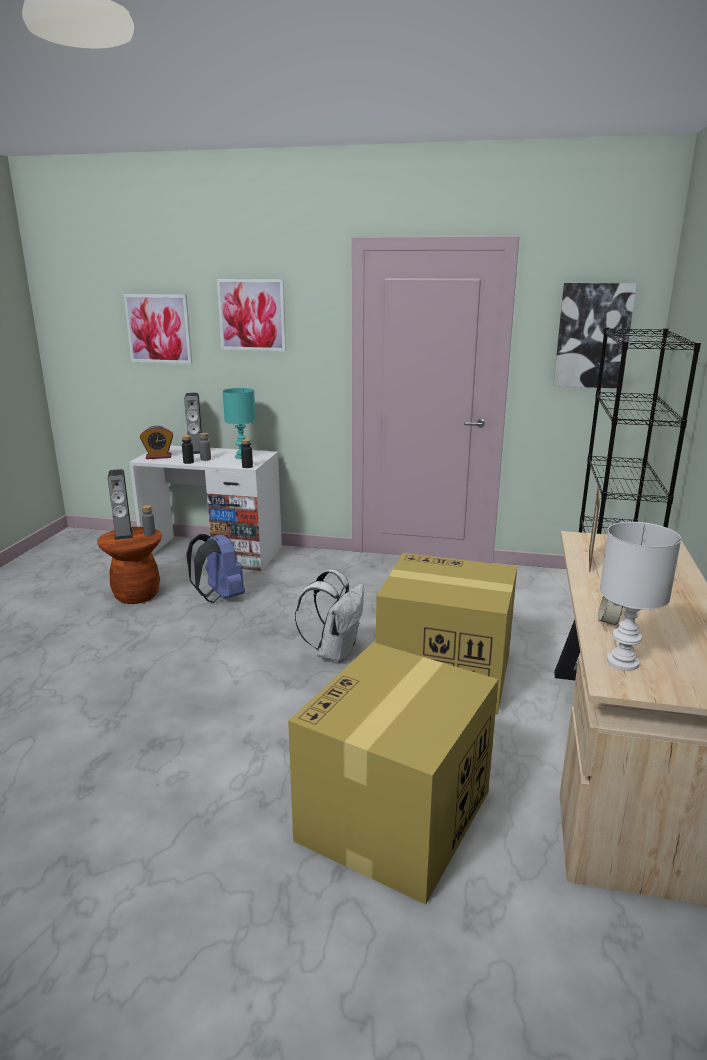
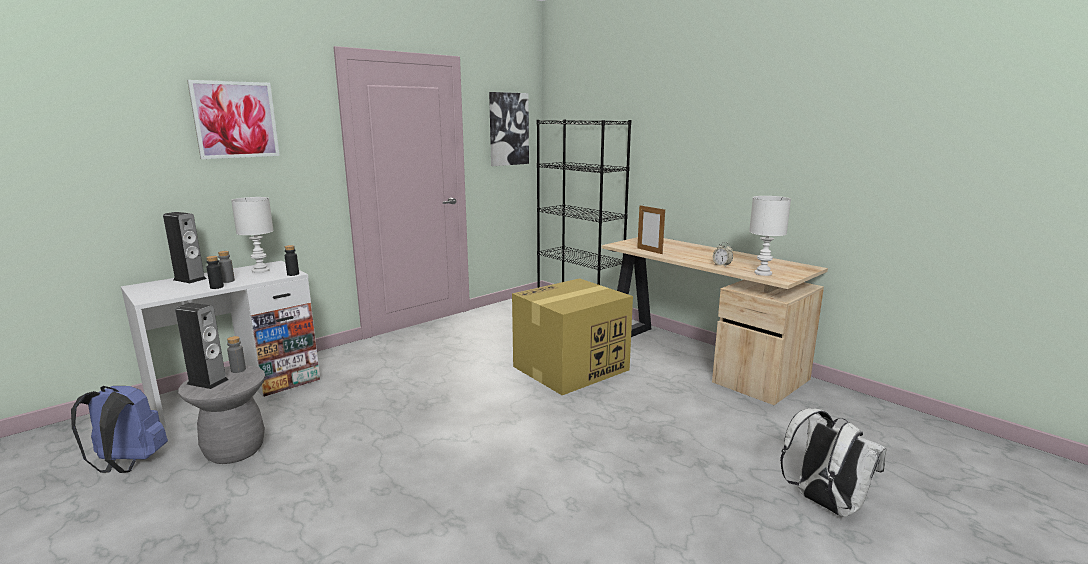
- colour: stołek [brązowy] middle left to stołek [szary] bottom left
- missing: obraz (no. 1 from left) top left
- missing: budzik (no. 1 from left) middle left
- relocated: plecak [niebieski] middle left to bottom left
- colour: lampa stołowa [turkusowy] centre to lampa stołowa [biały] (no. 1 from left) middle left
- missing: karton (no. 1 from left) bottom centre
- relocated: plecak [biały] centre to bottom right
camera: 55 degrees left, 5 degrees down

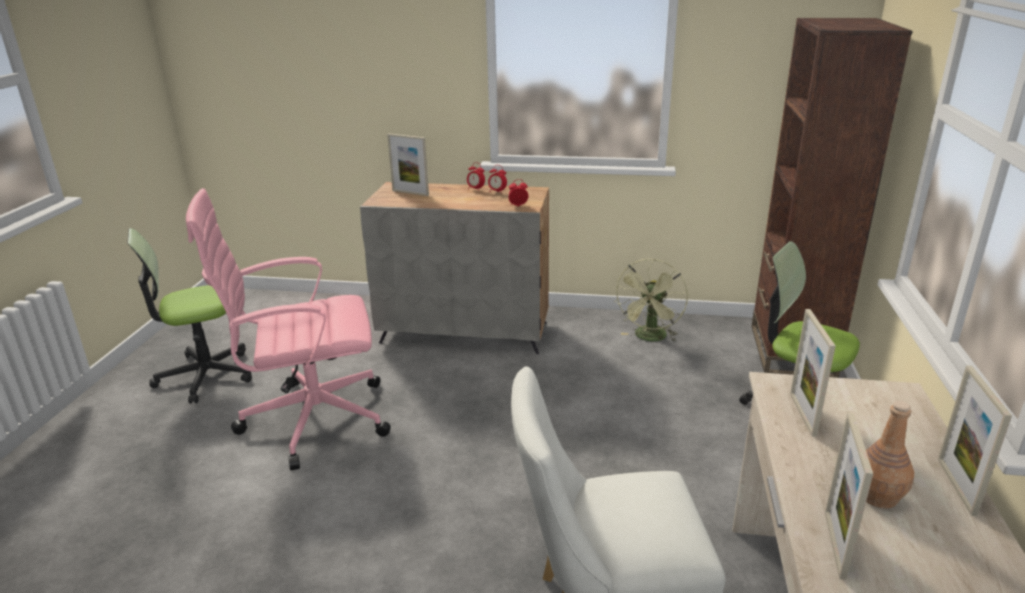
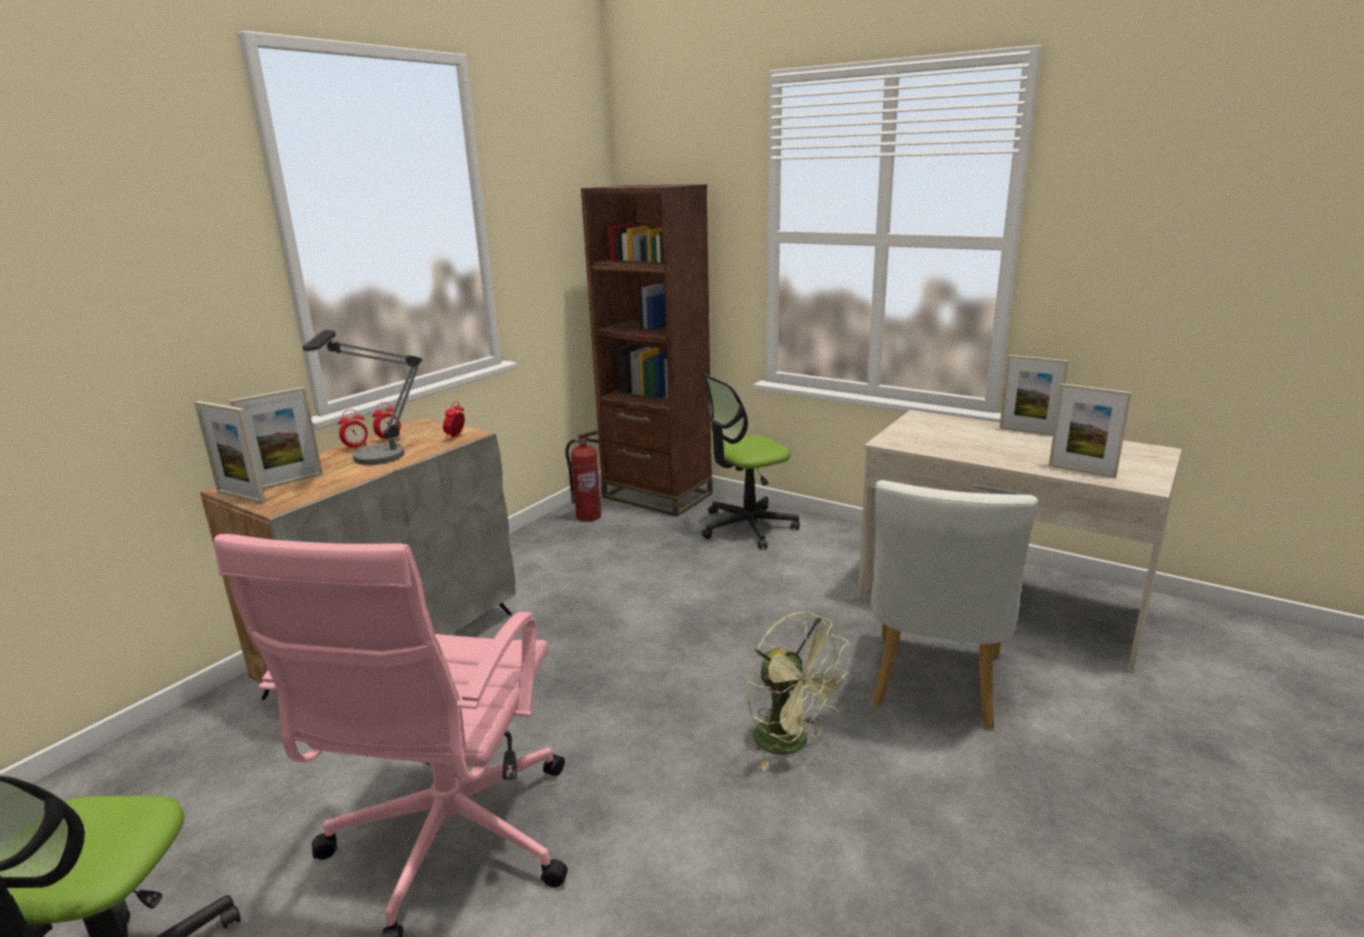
- relocated: wentylator [zielony] centre to bottom centre
- relocated: ramka na zdjęcie (no. 2 from left in the first image) middle right to ramka na zdjęcie (no. 1 from left) middle left
- missing: butelka [brązowy] bottom right
- appeared: lampa stołowa middle left
- appeared: gaśnica centre
camera: 65 degrees left, 5 degrees down

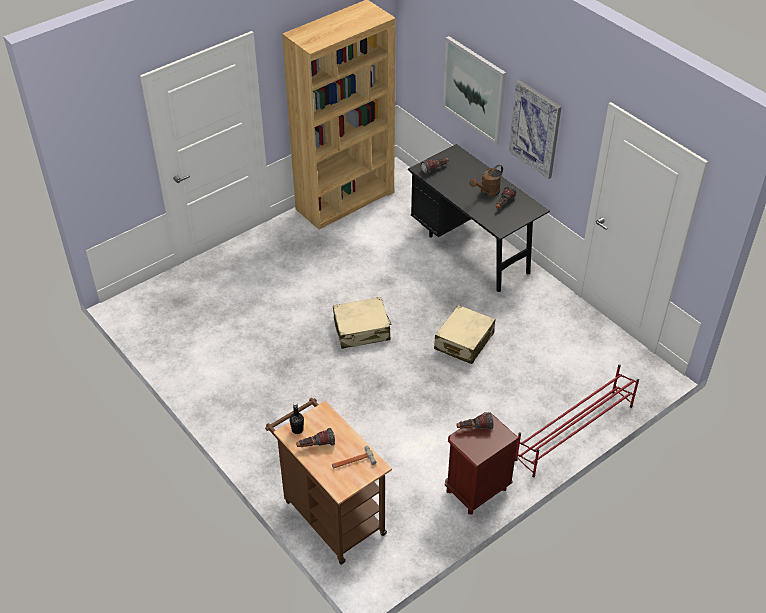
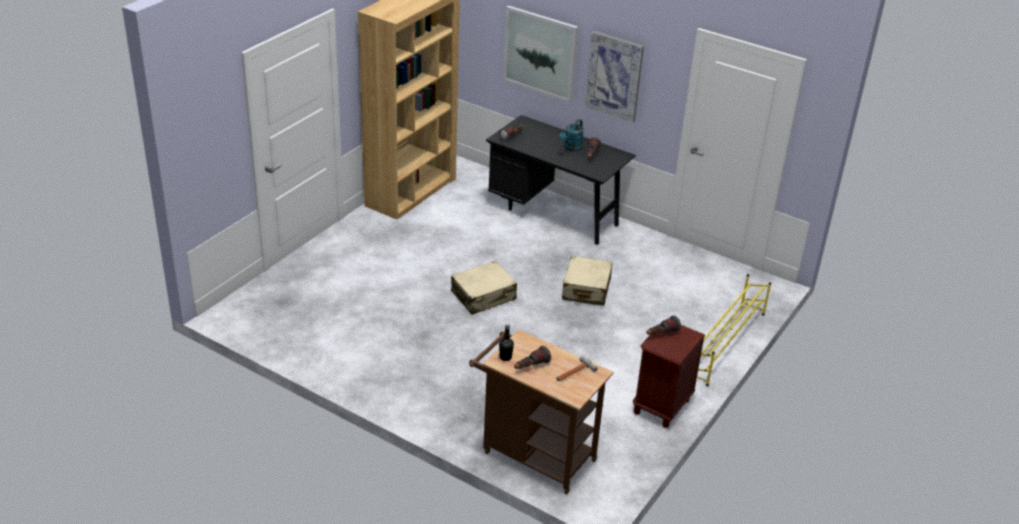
- colour: konewka [brązowy] top centre to konewka [turkusowy] top centre
- colour: regał na buty [czerwony] bottom right to regał na buty [żółty] middle right
camera: 20 degrees left, 10 degrees down

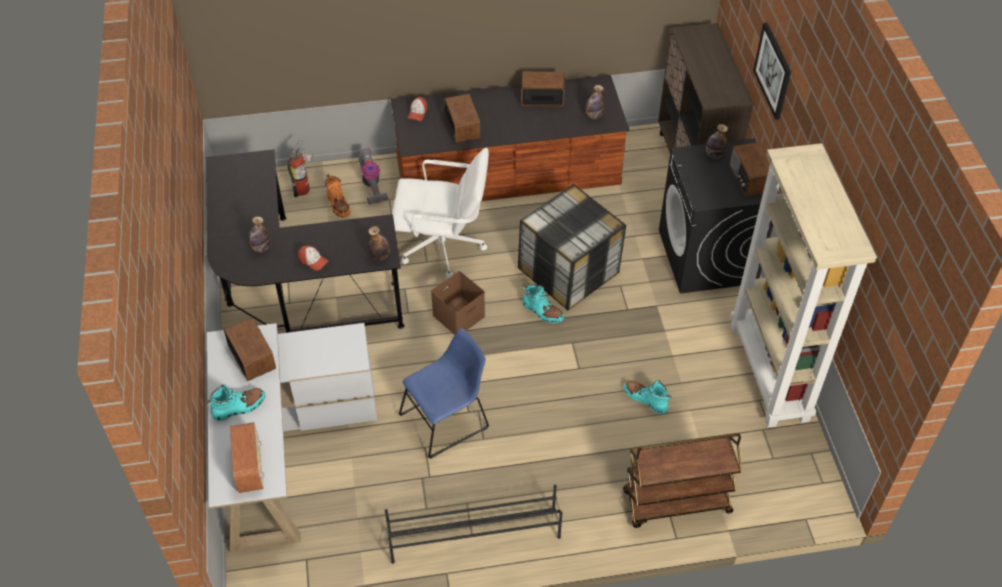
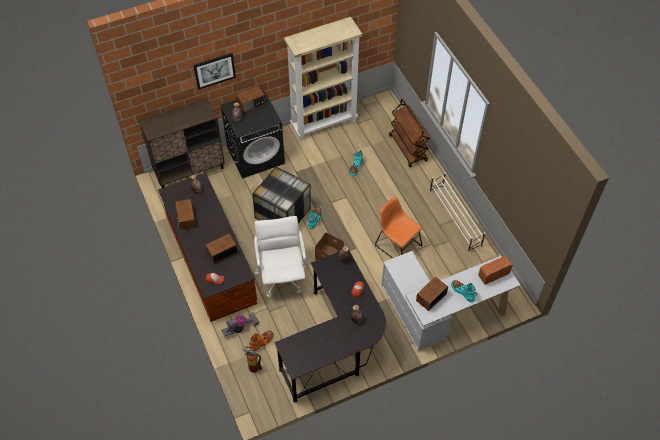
- colour: regał na buty [czarny] bottom centre to regał na buty [biały] middle right
- colour: krzesło [niebieski] bottom centre to krzesło [pomarańczowy] centre
camera: 105 degrees left, 5 degrees up

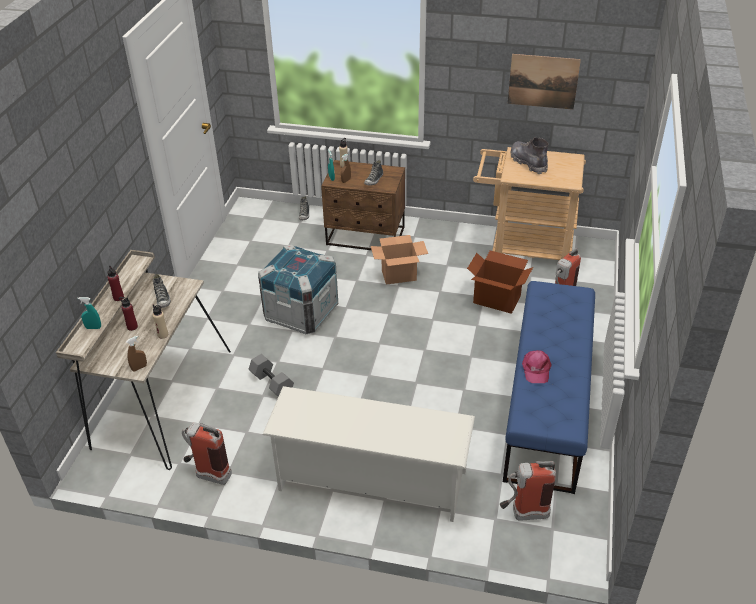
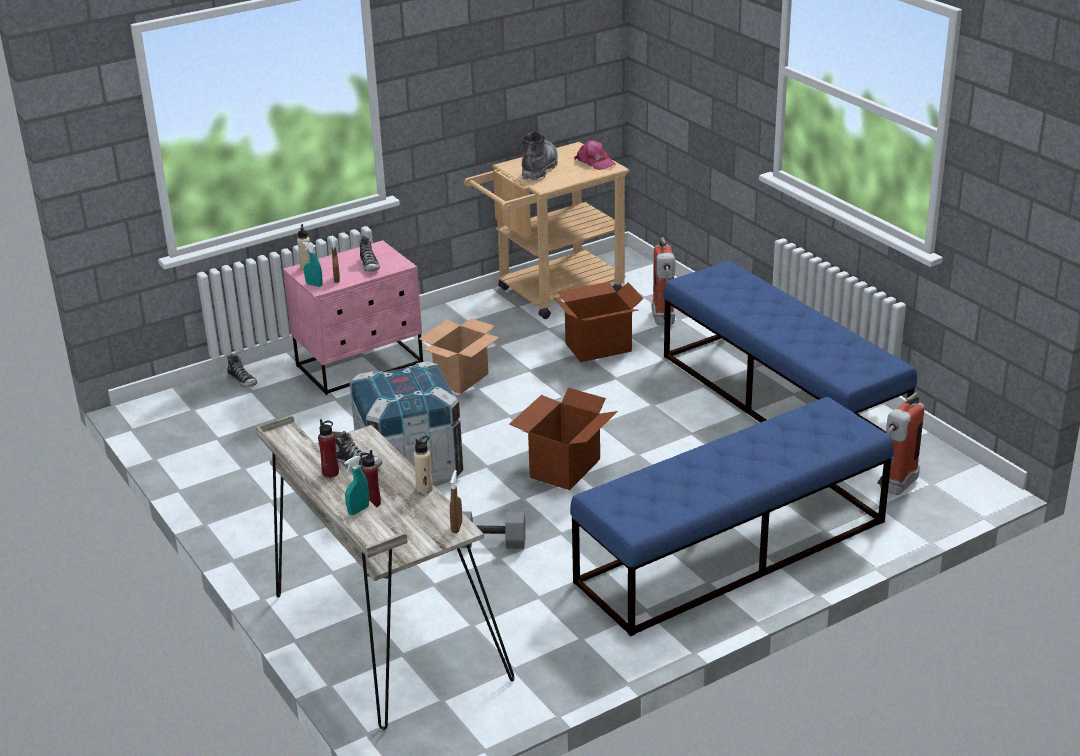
- missing: gaśnica (no. 1 from left) bottom left
- exchanged: regał na buty [biały] bottom centre to ławka [niebieski] (no. 1 from left) bottom right
- colour: szafka nocna [brązowy] centre to szafka nocna [różowy] middle left
- missing: obraz top right
- spun: but z cholewką [szary] top right = top centre 90 degrees clockwise
- relocated: czapka z daszkiem [różowy] middle right to top centre
- appeared: karton (no. 2 from left) centre
camera: 45 degrees left, 10 degrees down

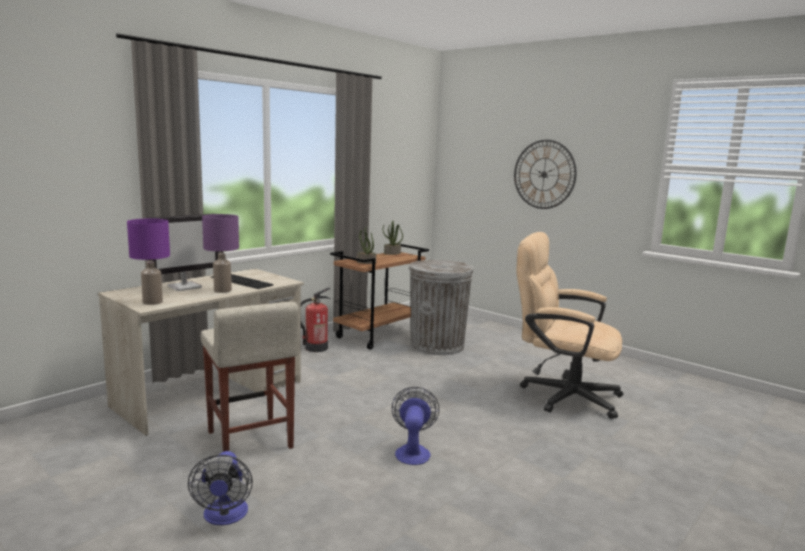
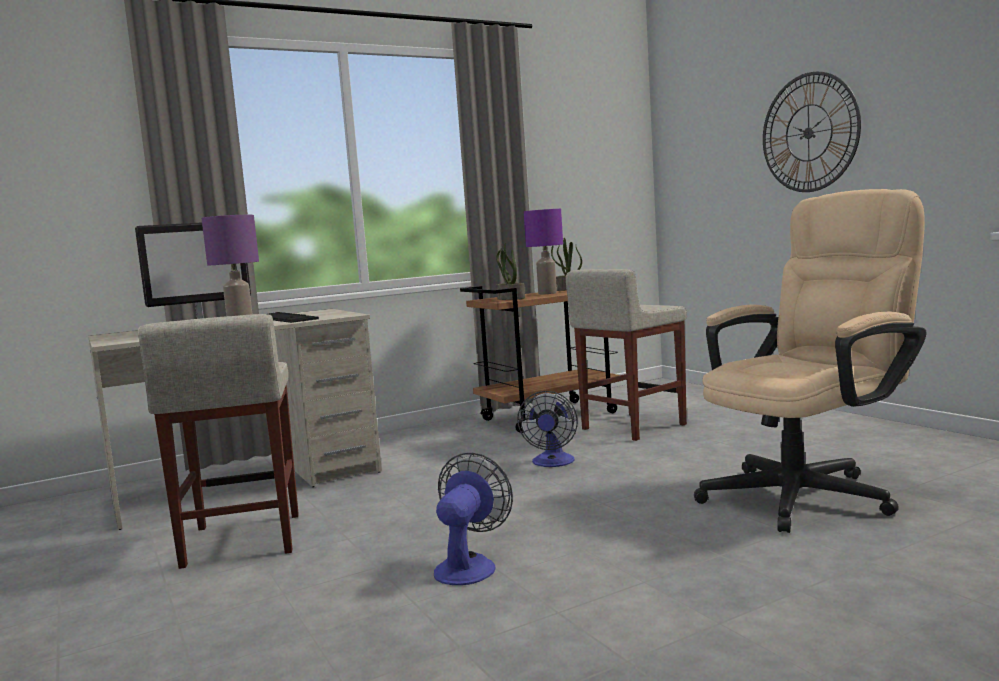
- relocated: lampa stołowa [fioletowy] (no. 1 from left in the first image) middle left to lampa stołowa [fioletowy] (no. 2 from left) centre
- relocated: wentylator (no. 1 from left in the first image) bottom left to wentylator (no. 2 from left) centre
- missing: gaśnica centre
- exchanged: kosz na śmieci [szary] centre to stołek [beżowy] (no. 2 from left) centre
- spun: krzesło biurowe [beżowy] middle right = middle right 105 degrees clockwise
camera: 20 degrees right, 5 degrees down

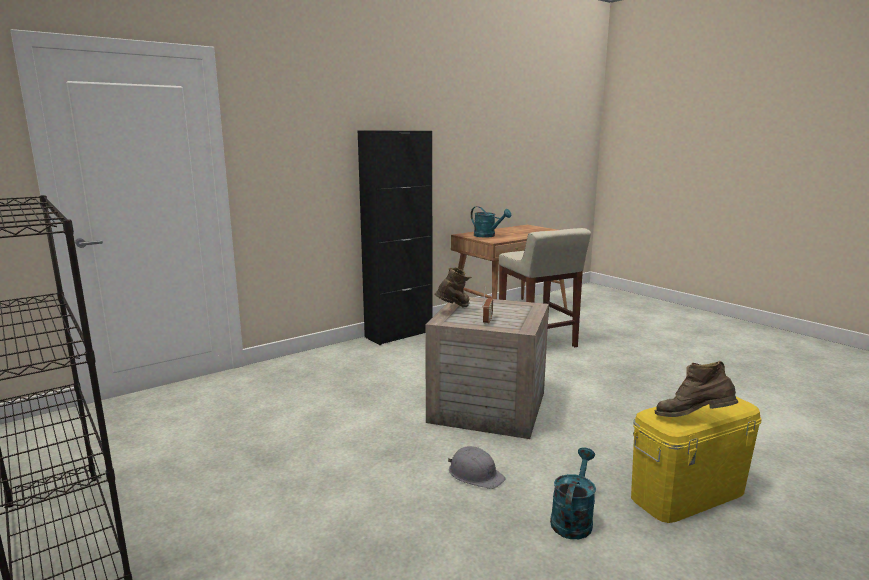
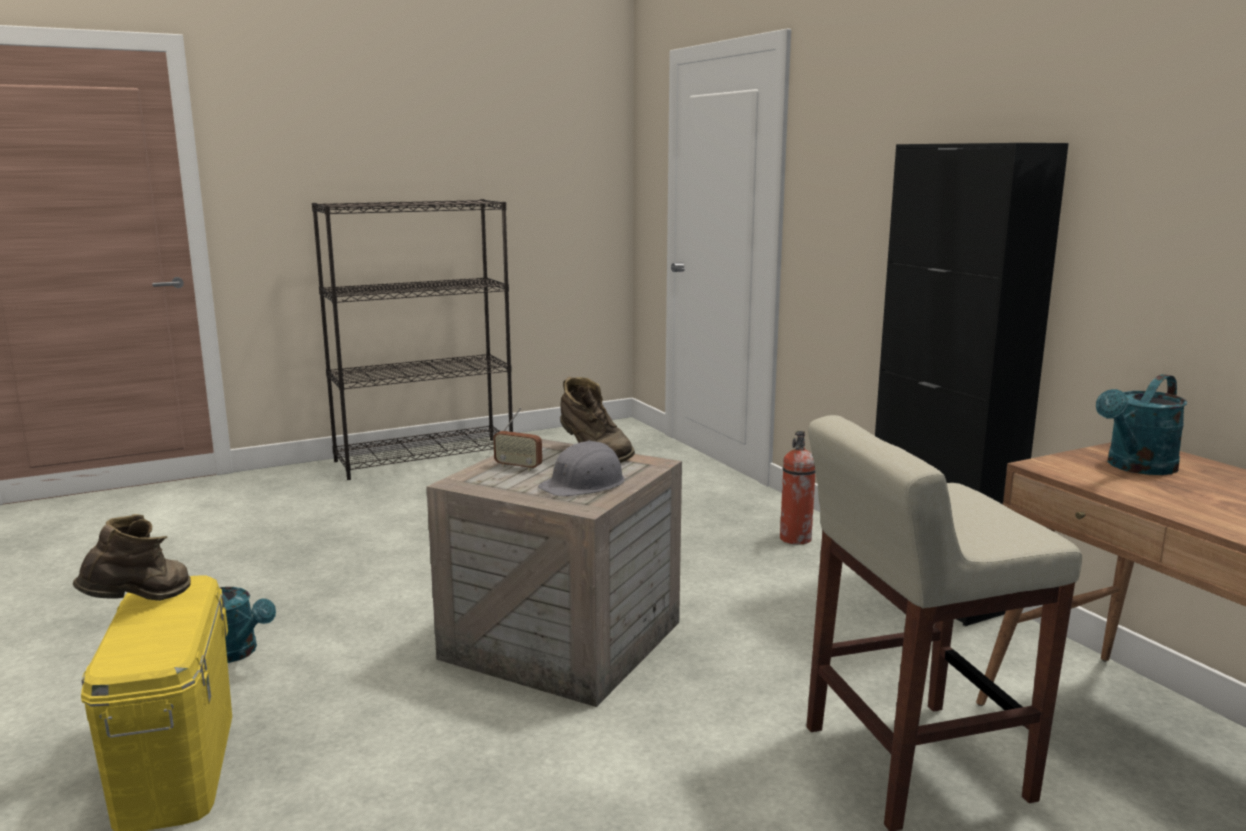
- relocated: kask [szary] bottom centre to centre
- appeared: gaśnica centre
camera: 100 degrees right, 0 degrees up

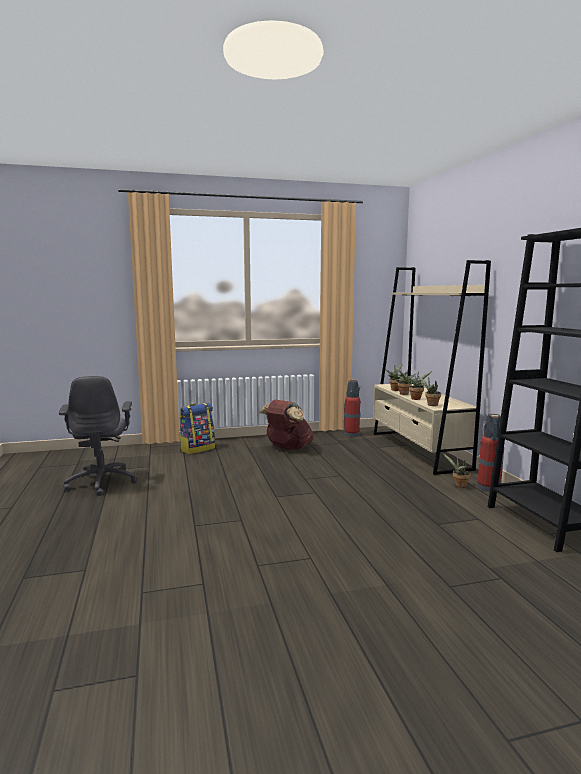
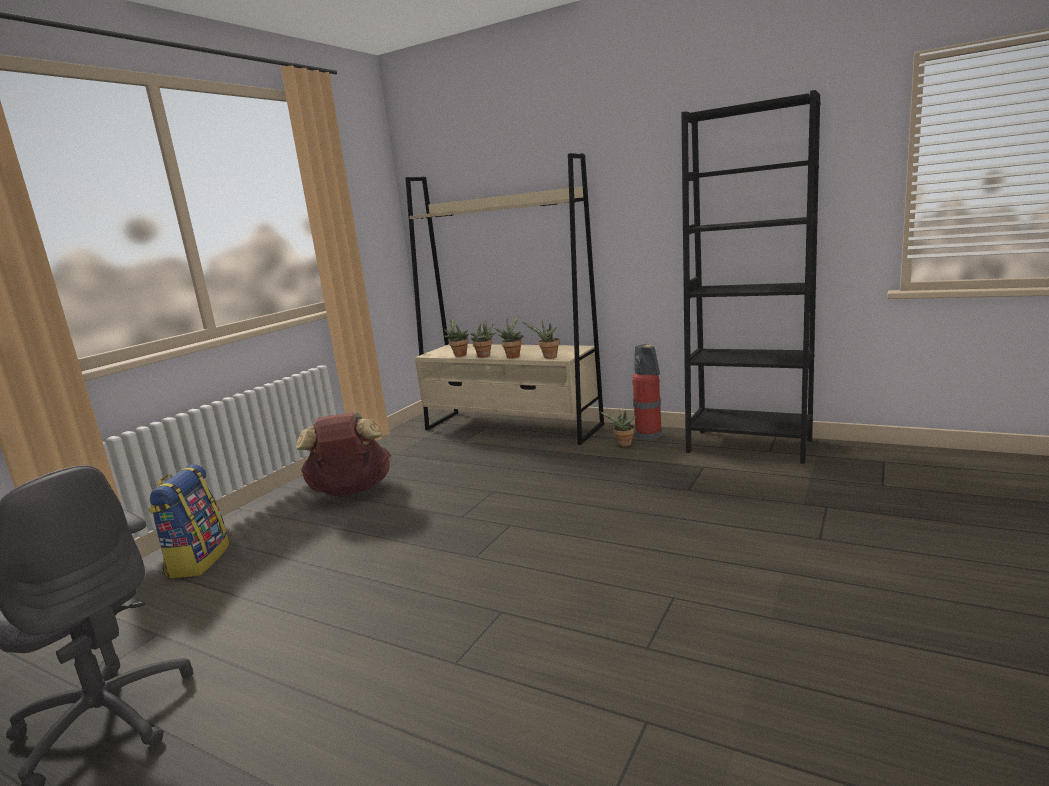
- missing: gaśnica (no. 1 from left) centre
camera: 45 degrees left, 5 degrees up

